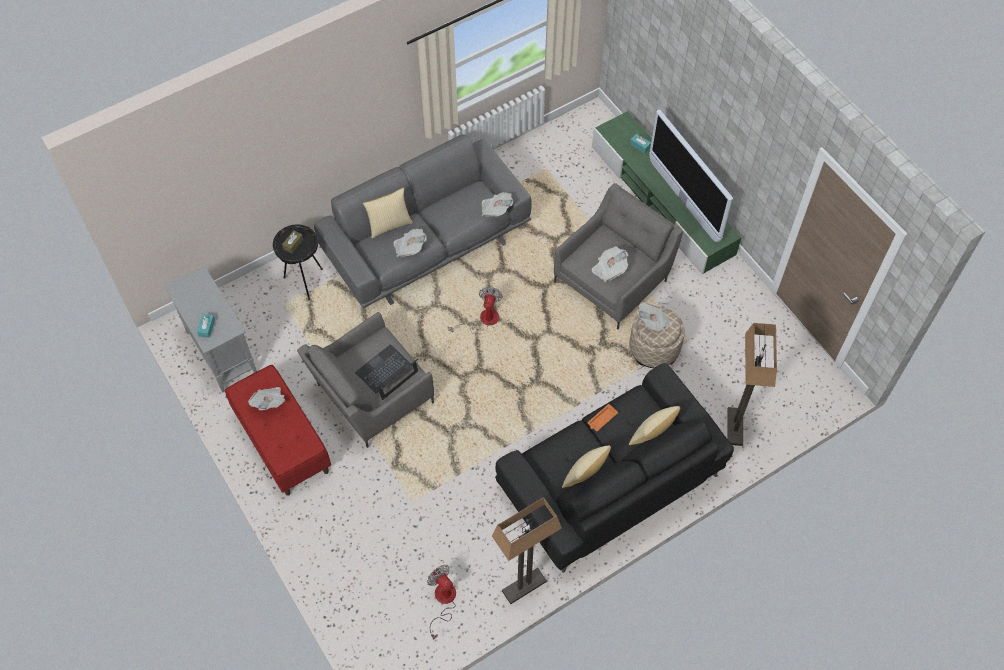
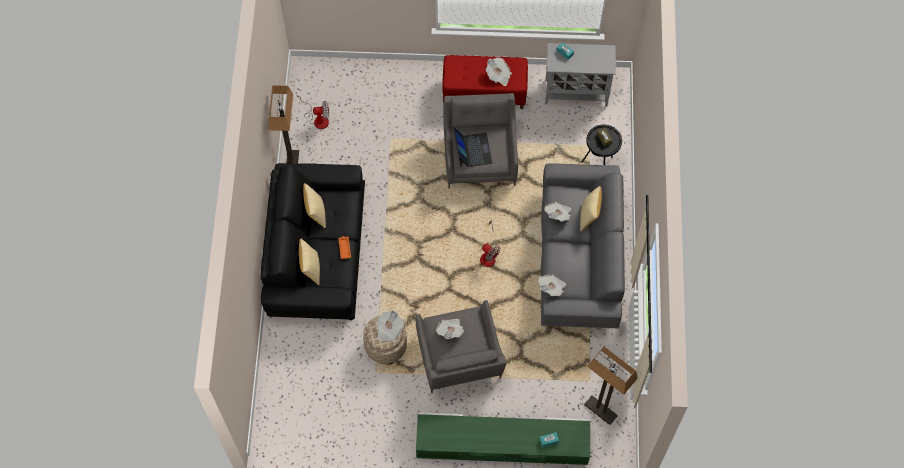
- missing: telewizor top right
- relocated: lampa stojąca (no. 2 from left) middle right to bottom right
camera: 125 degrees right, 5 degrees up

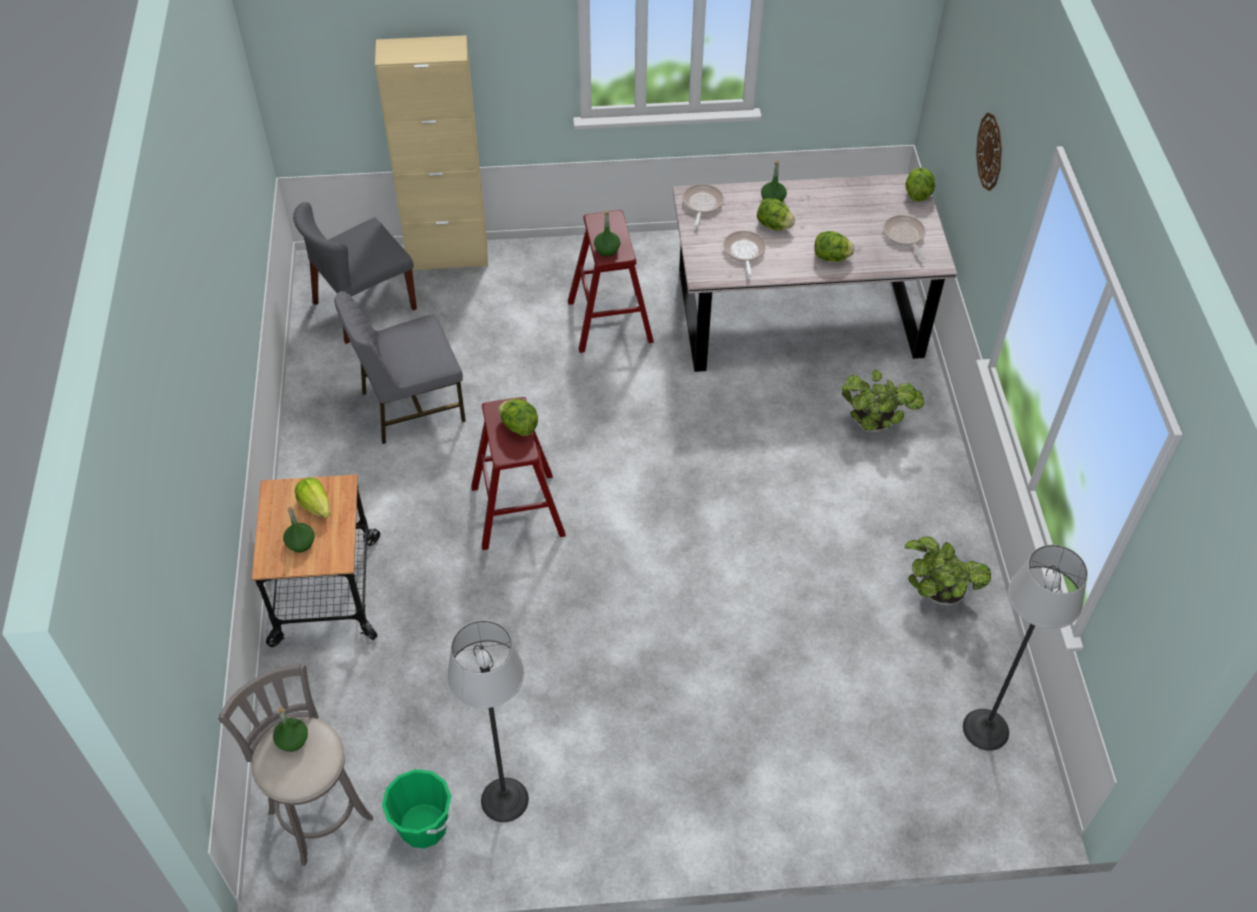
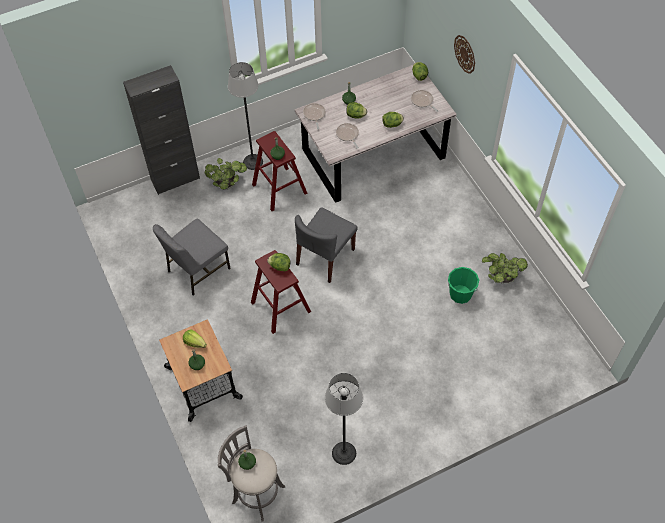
- relocated: krzesło [szary] (no. 1 from left in the first image) top left to krzesło [szary] (no. 2 from left) centre
- colour: szafka [beżowy] top centre to szafka [czarny] top left
- relocated: wiadro [zielony] bottom left to middle right
- relocated: roślina doniczkowa (no. 1 from left) middle right to top centre
- relocated: lampa stojąca (no. 2 from left in the first image) bottom right to lampa stojąca (no. 1 from left) top centre
camera: 20 degrees left, 5 degrees up

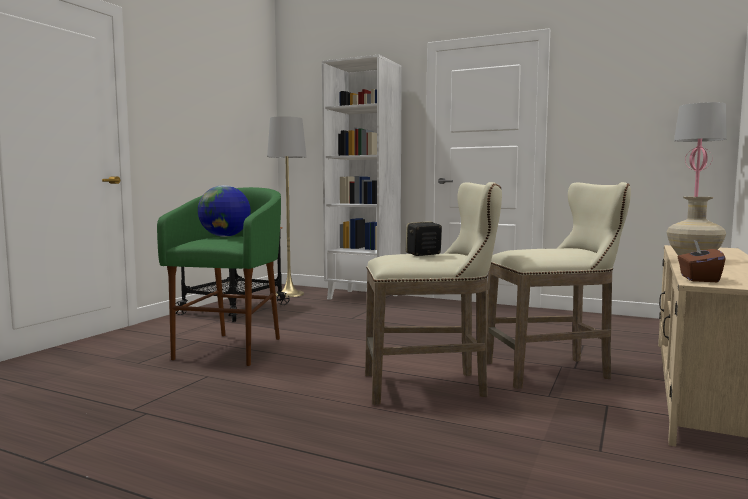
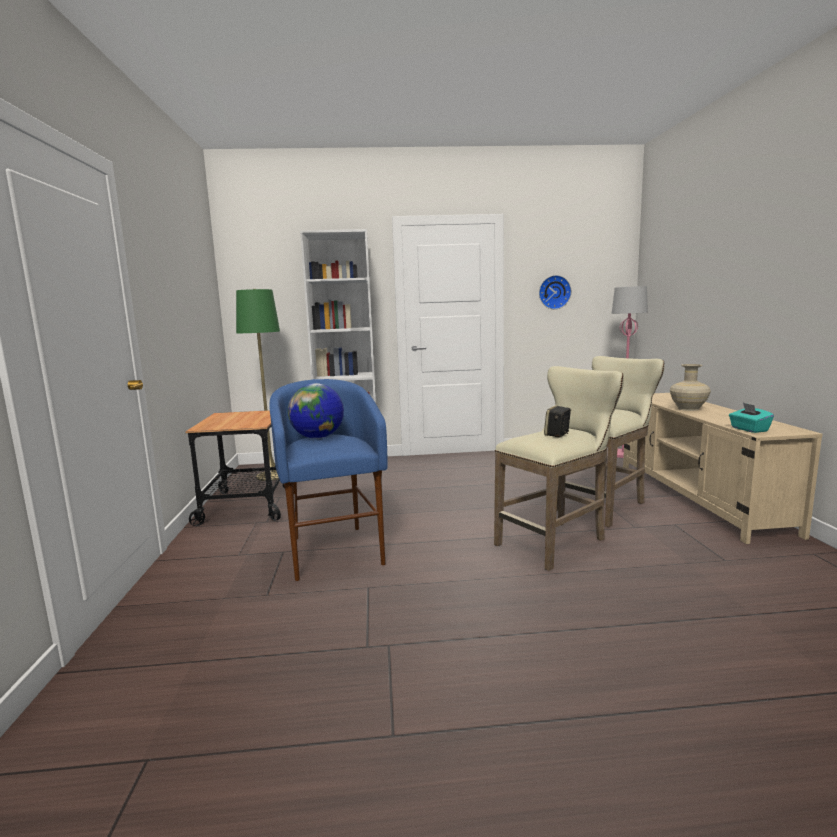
- colour: stołek [zielony] middle left to stołek [niebieski] centre
- colour: lampa stojąca [szary] centre to lampa stojąca [zielony] middle left
- colour: pudełko chusteczek [brązowy] middle right to pudełko chusteczek [turkusowy] middle right
- appeared: zegar ścienny centre
camera: 30 degrees left, 5 degrees up

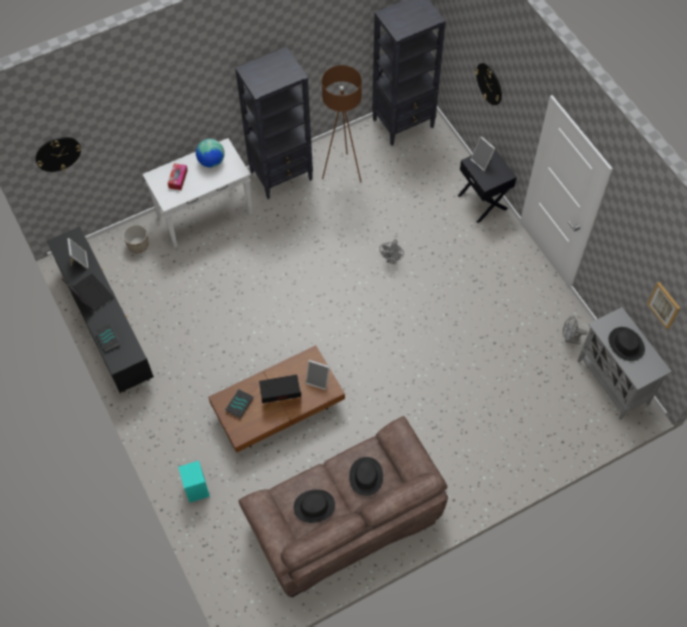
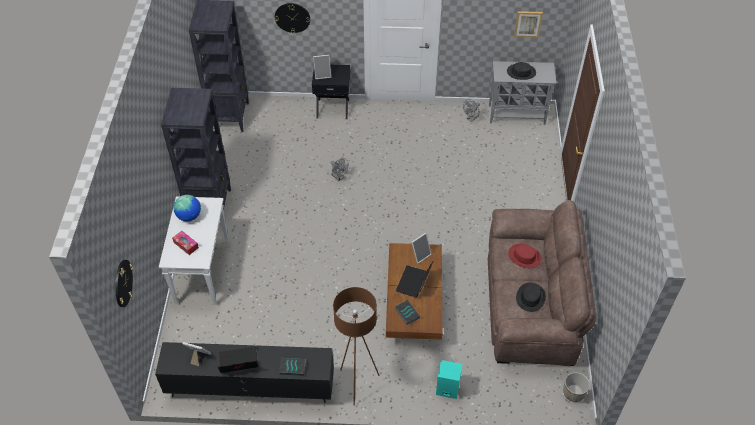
- relocated: donica middle left to bottom right
- relocated: lampa stojąca [brązowy] top centre to bottom centre
- colour: kapelusz [czarny] (no. 2 from left) bottom centre to kapelusz [czerwony] middle right
camera: 60 degrees left, 10 degrees down

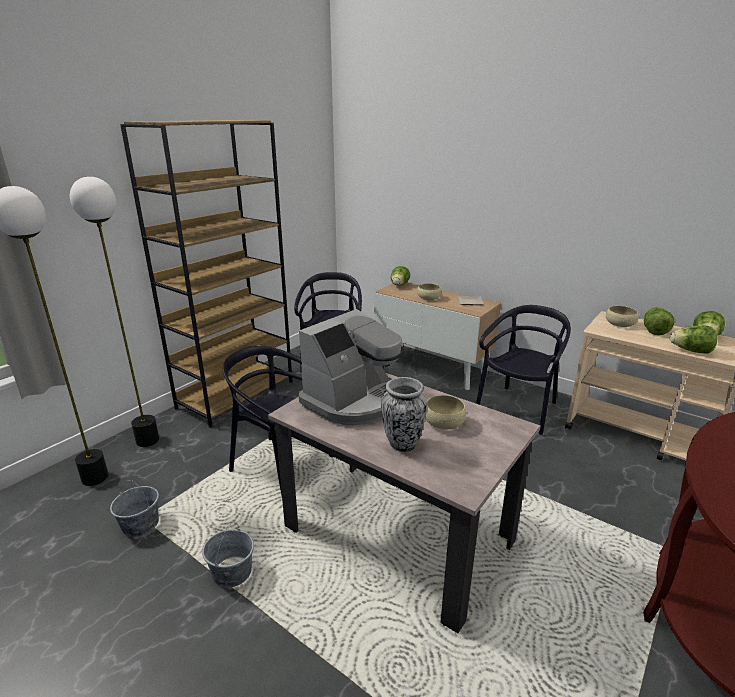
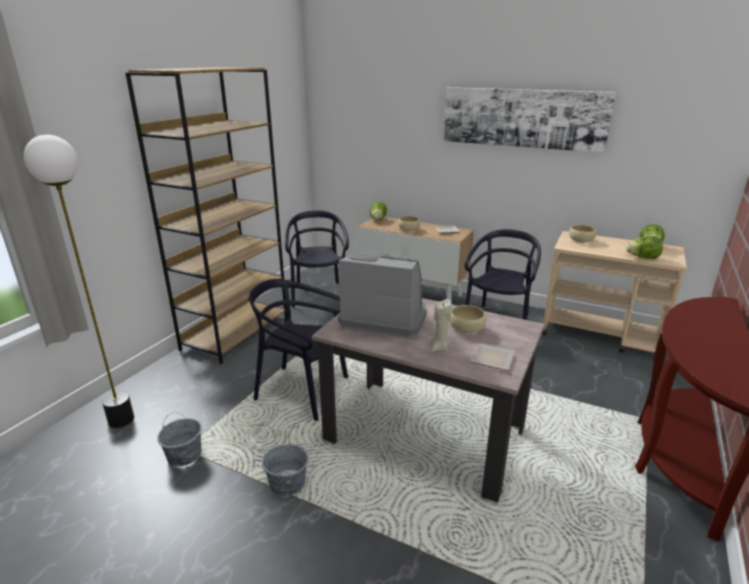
- missing: lampa stojąca (no. 2 from left) middle left
- spun: ekspres do kawy centre = centre 105 degrees counterclockwise
- exchanged: wazon centre to świeca [beżowy] centre
- missing: sałata (no. 2 from left) middle right
- appeared: obraz top right
- appeared: talerz (no. 2 from left) centre
camera: 10 degrees left, 0 degrees up

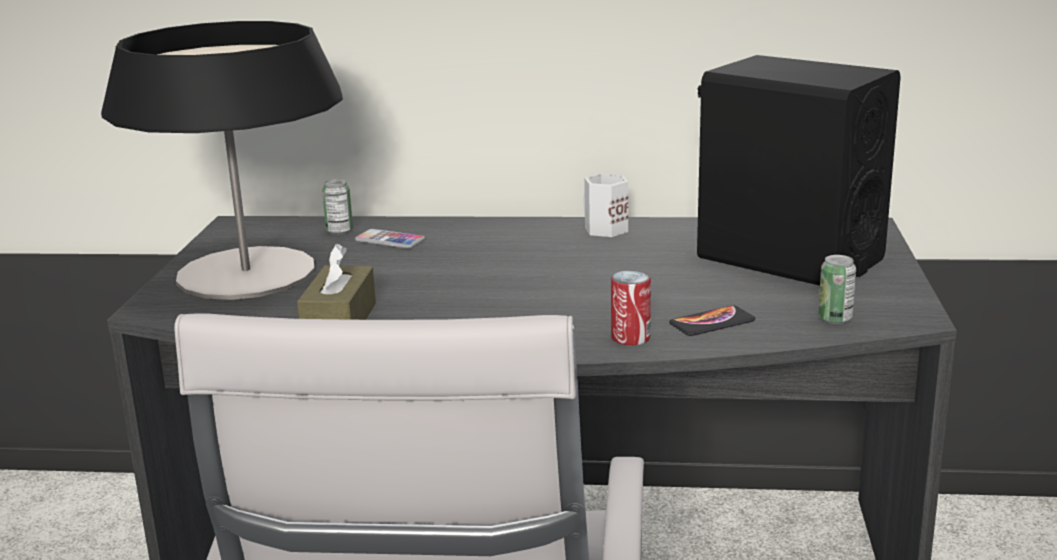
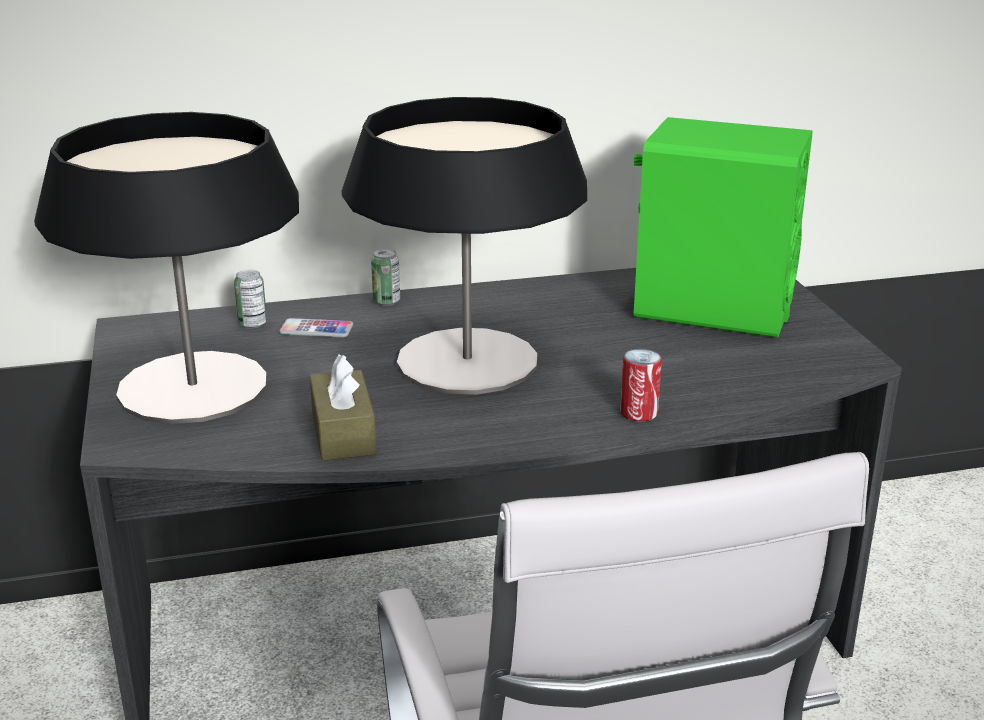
- missing: kubek [biały] centre
- missing: telefon (no. 2 from left) middle right
- colour: głośnik [czarny] top right to głośnik [zielony] top right
- relocated: puszka (no. 3 from left in the first image) middle right to puszka (no. 2 from left) centre
- appeared: lampa stołowa (no. 2 from left) centre
camera: 20 degrees left, 5 degrees up

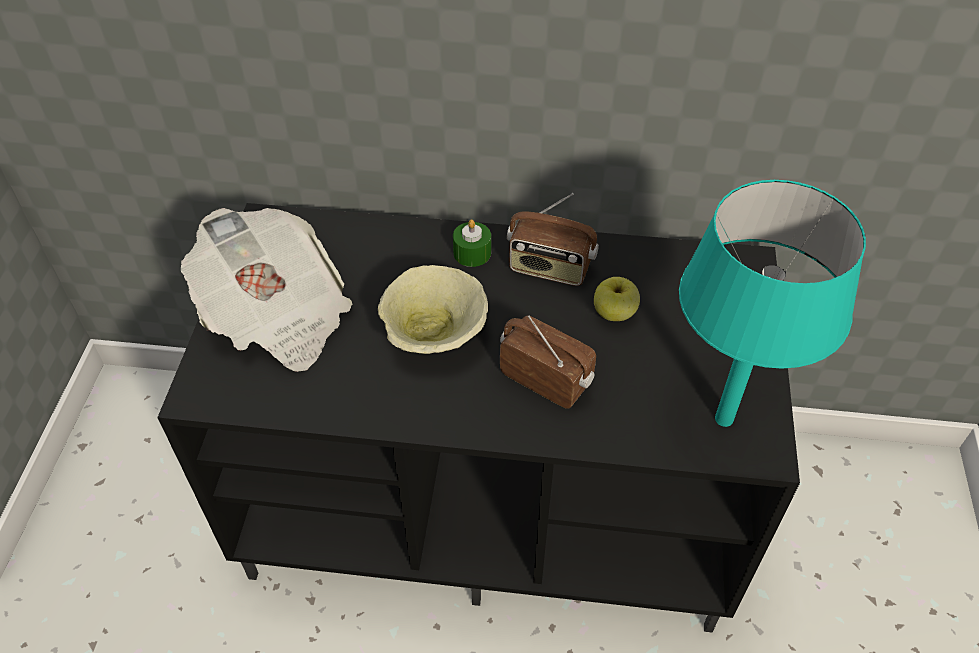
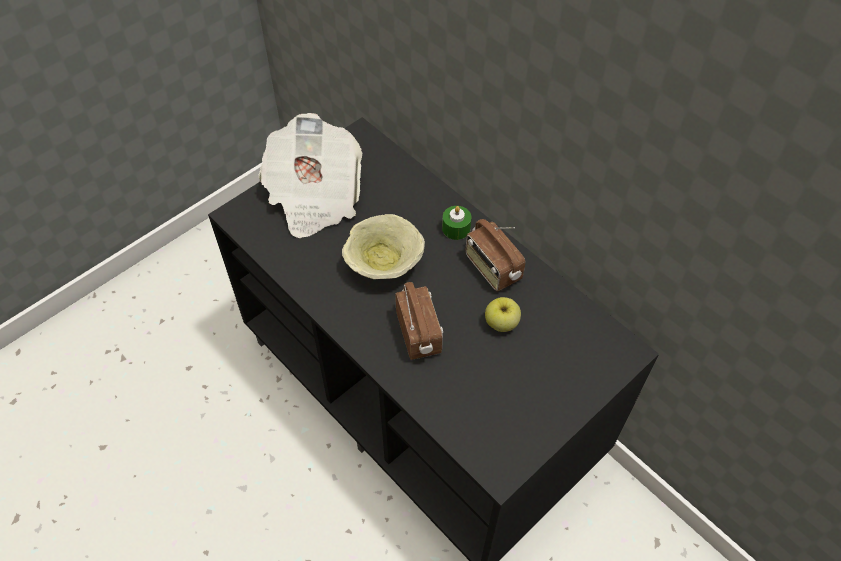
- missing: lampa stołowa [turkusowy] middle right
camera: 40 degrees right, 5 degrees up

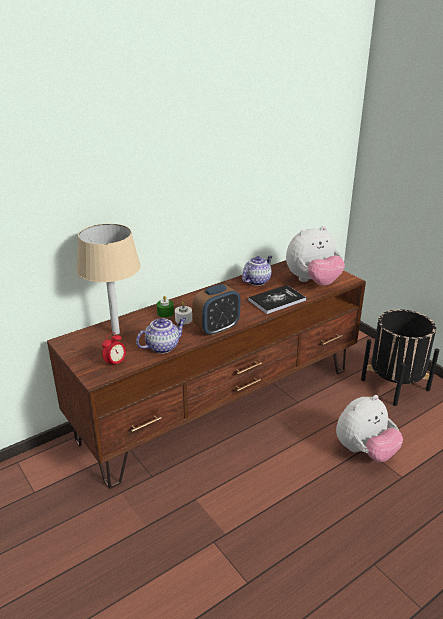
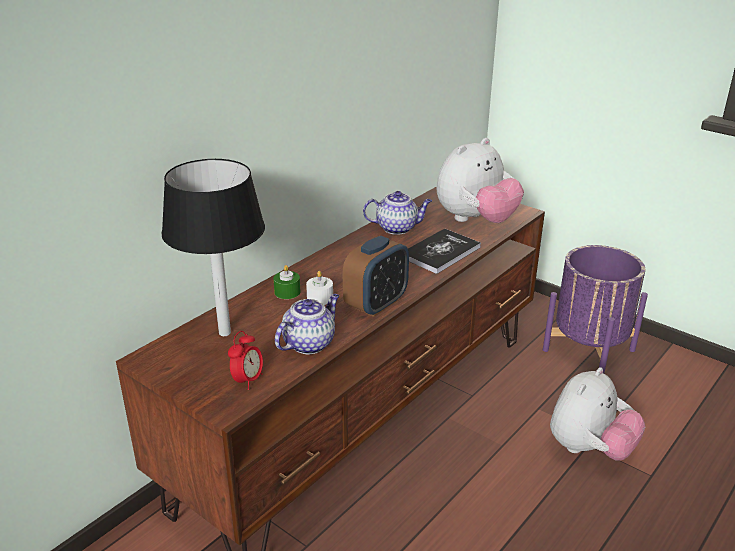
- colour: lampa stołowa [beżowy] middle left to lampa stołowa [czarny] middle left
- spun: imbryk (no. 2 from left) centre = centre 60 degrees clockwise
- colour: donica [czarny] middle right to donica [fioletowy] middle right
camera: 15 degrees left, 0 degrees up

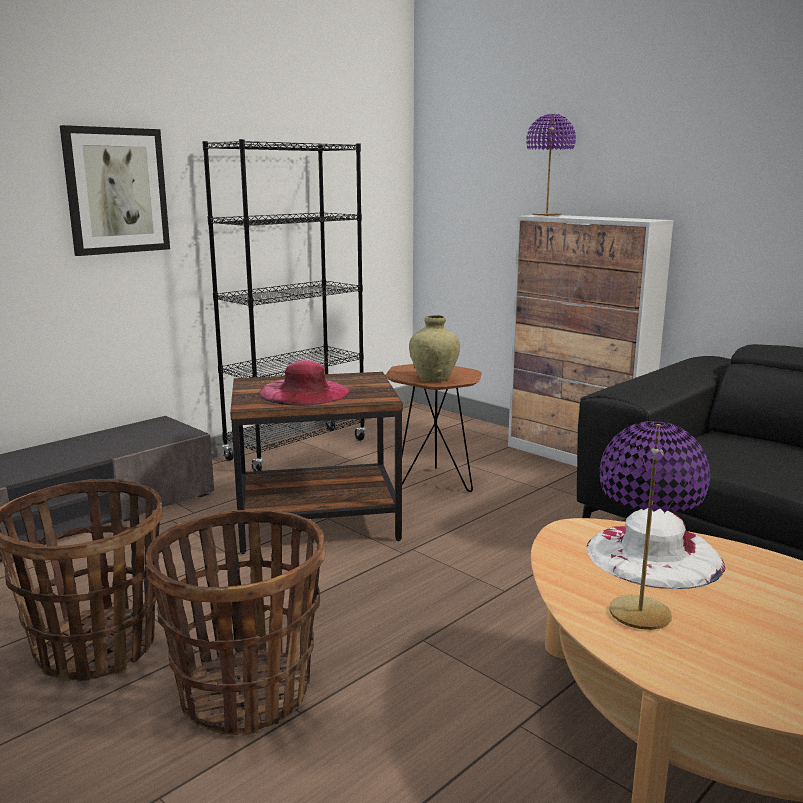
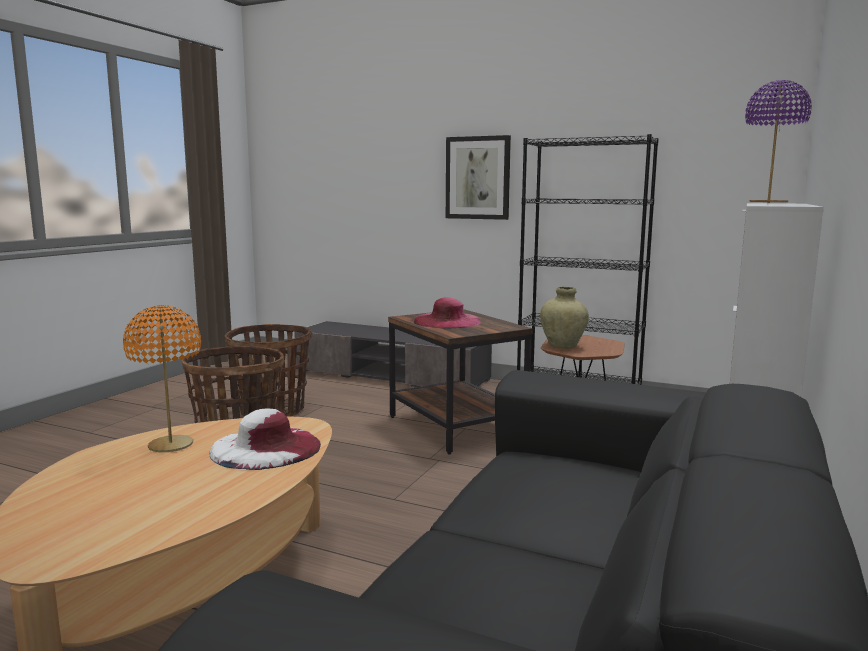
- colour: lampa stołowa [fioletowy] (no. 2 from left) middle right to lampa stołowa [pomarańczowy] middle left
camera: 70 degrees right, 5 degrees down

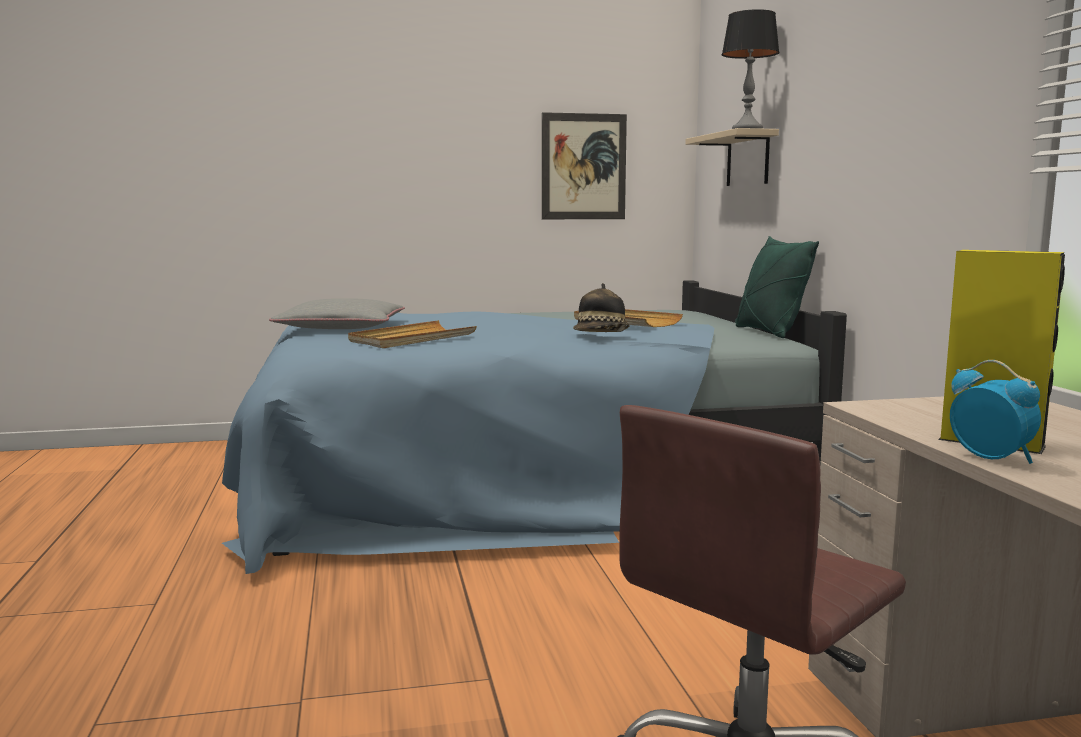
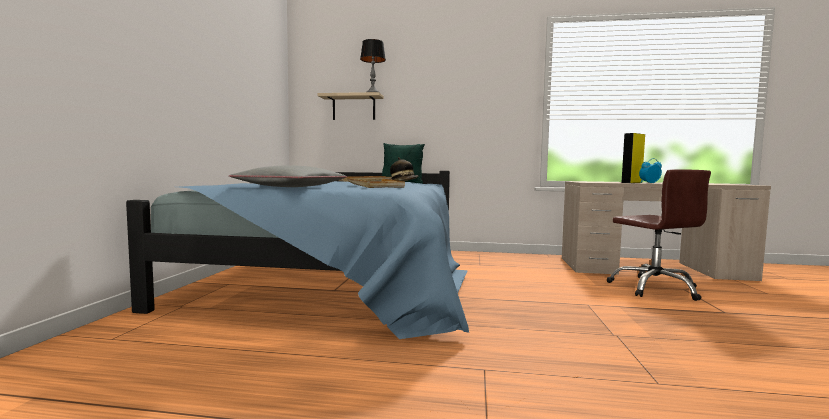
- missing: obraz top centre
camera: 70 degrees left, 5 degrees down

